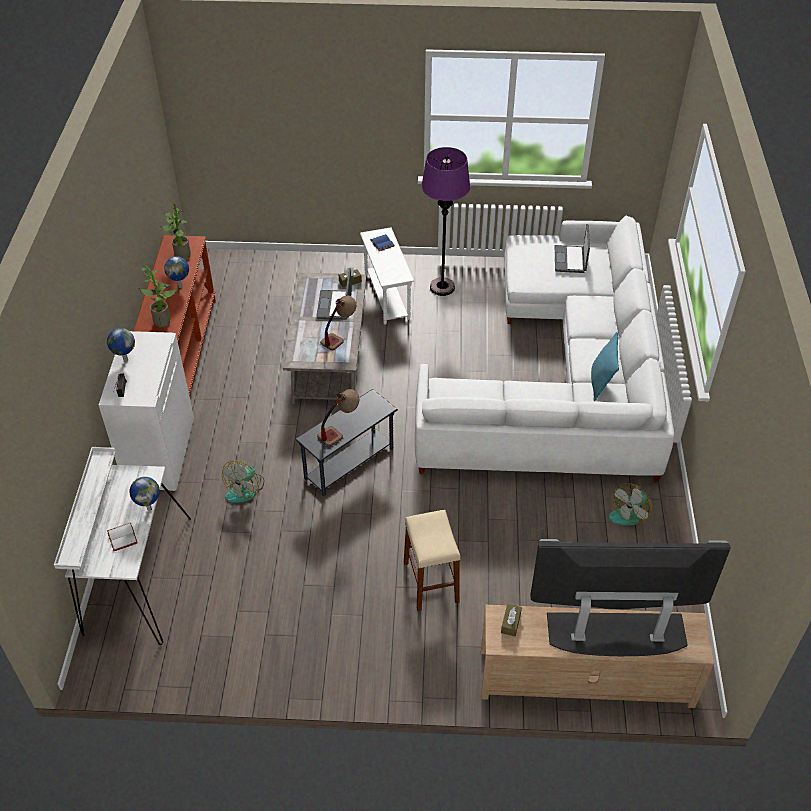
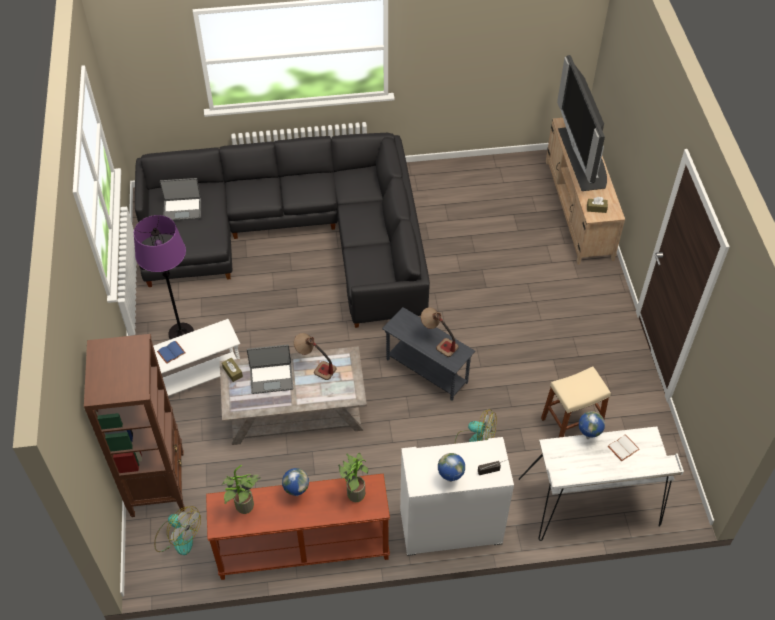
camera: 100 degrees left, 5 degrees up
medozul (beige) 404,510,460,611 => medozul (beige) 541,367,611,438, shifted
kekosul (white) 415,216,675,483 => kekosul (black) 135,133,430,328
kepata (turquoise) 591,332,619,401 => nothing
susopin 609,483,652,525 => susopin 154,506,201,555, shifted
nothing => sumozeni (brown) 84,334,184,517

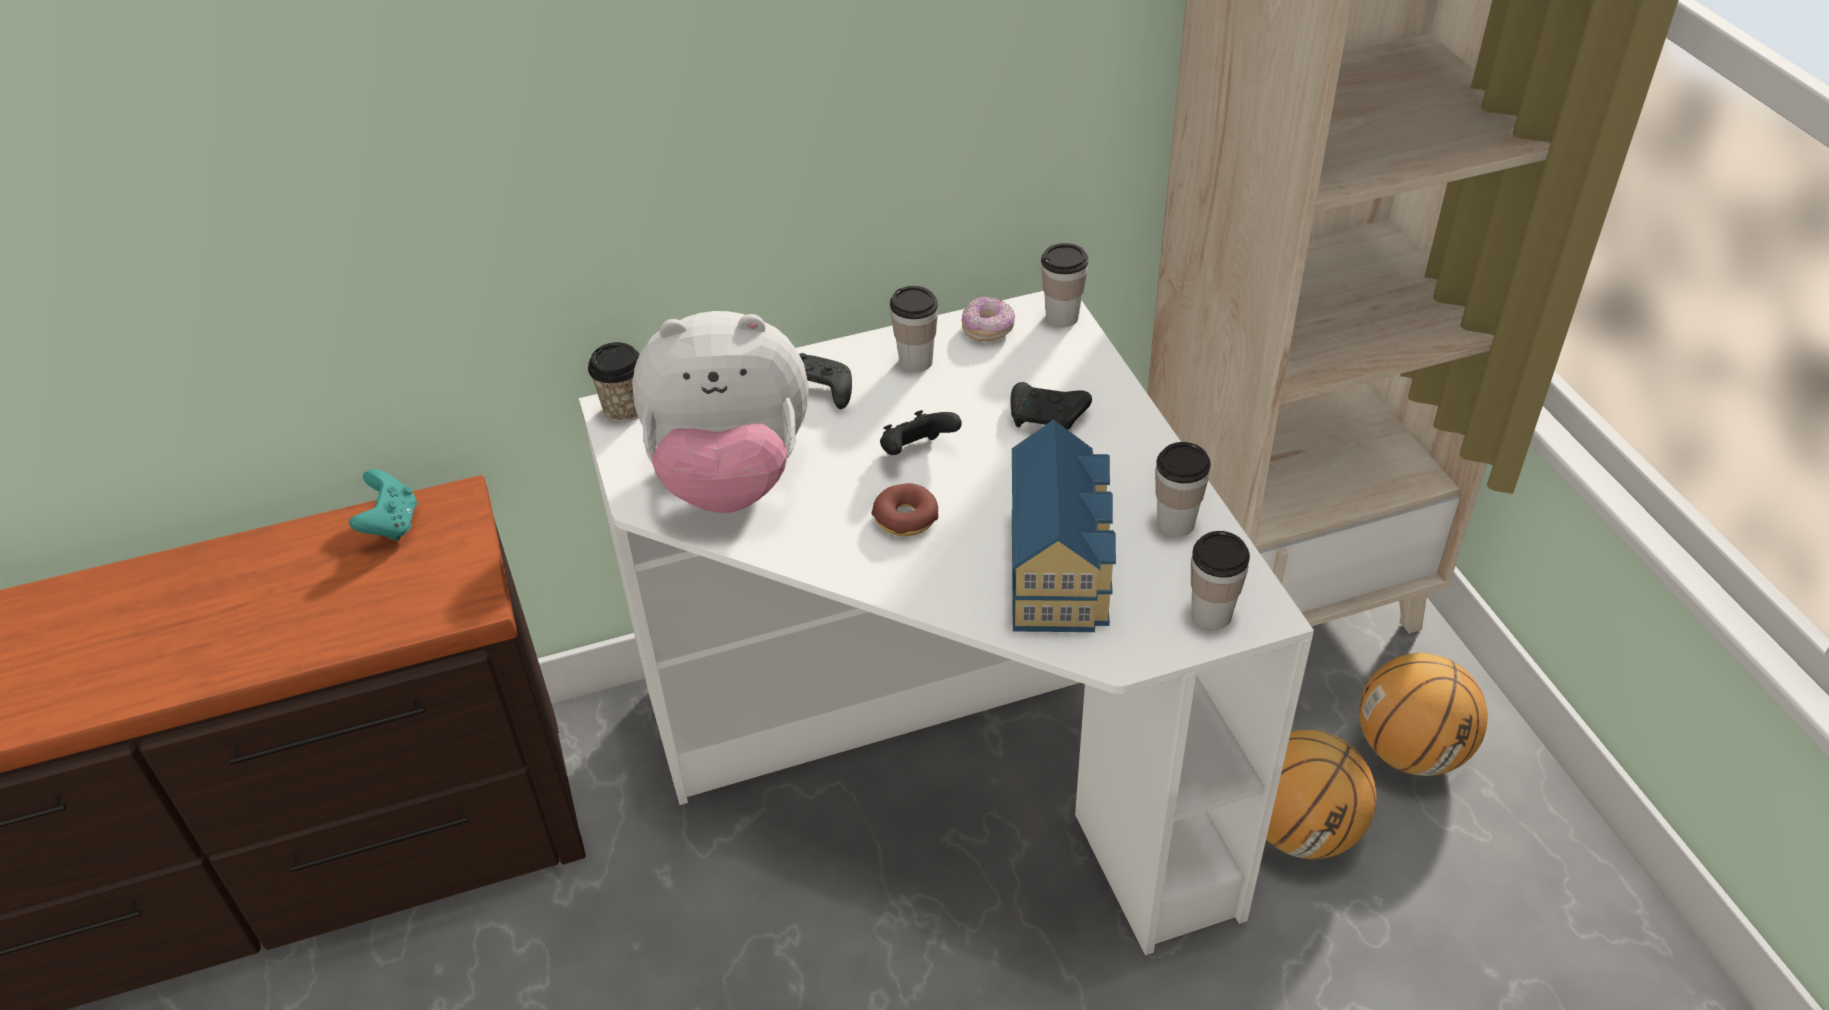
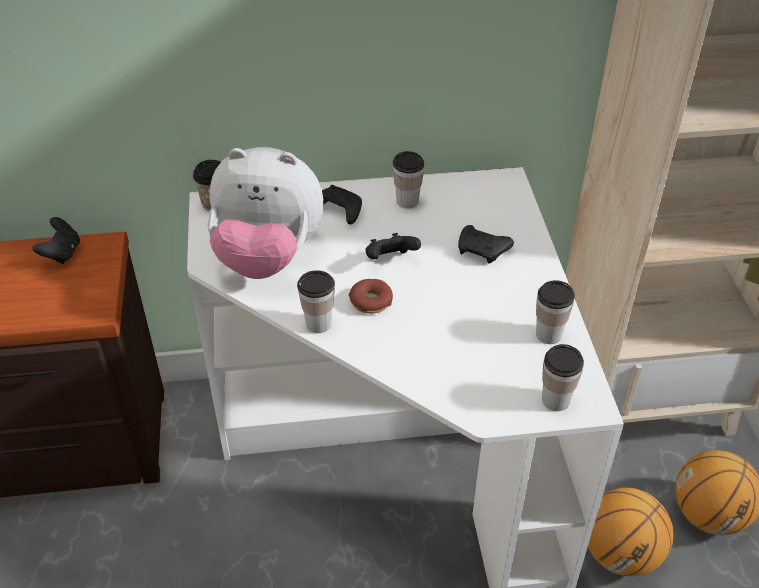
camera: 10 degrees right, 0 degrees up
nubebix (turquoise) 349,469,417,541 => nubebix (black) 33,217,80,264
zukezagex 961,297,1015,341 => nothing
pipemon 1012,419,1116,632 => nothing
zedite 1041,243,1089,328 => zedite 297,270,335,333, shifted

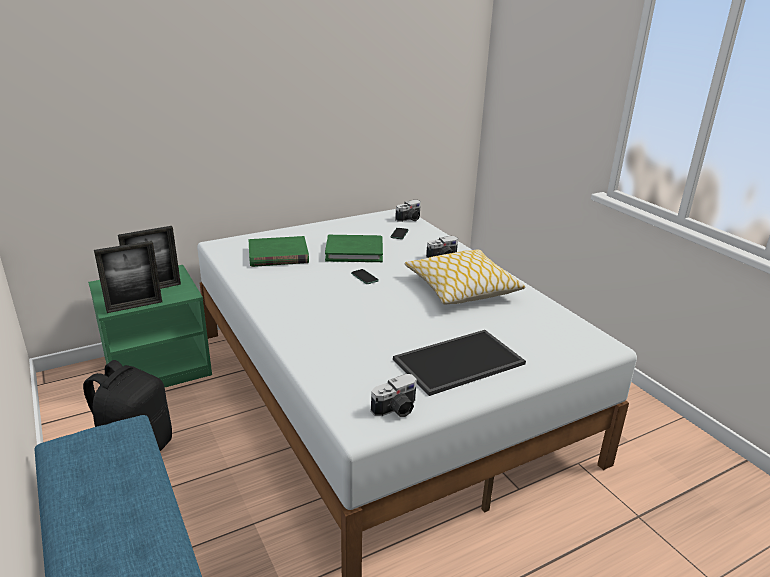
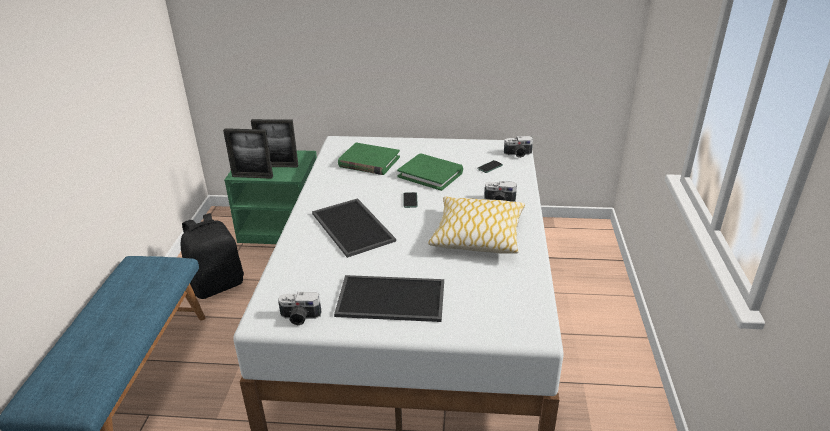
camera: 35 degrees right, 5 degrees up
nothing => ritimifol 312,198,396,258

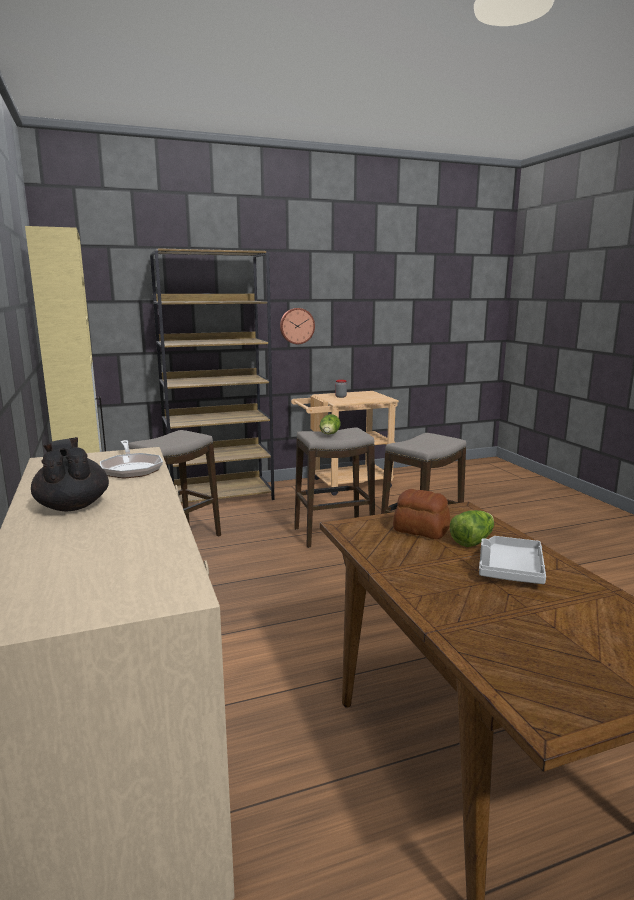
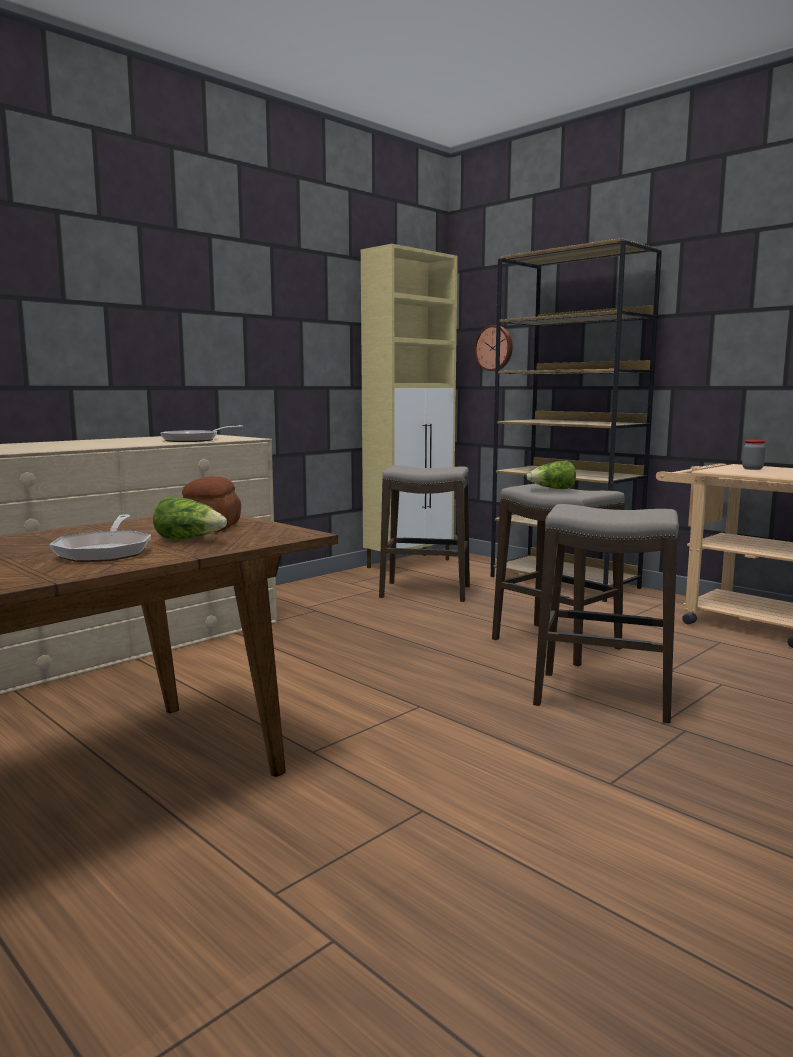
camera: 65 degrees right, 5 degrees down
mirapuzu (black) 31,437,109,512 => nothing
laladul 280,308,315,344 => laladul 474,325,513,371, shifted
ritimifol (grey) 479,536,546,584 => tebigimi 50,514,151,562

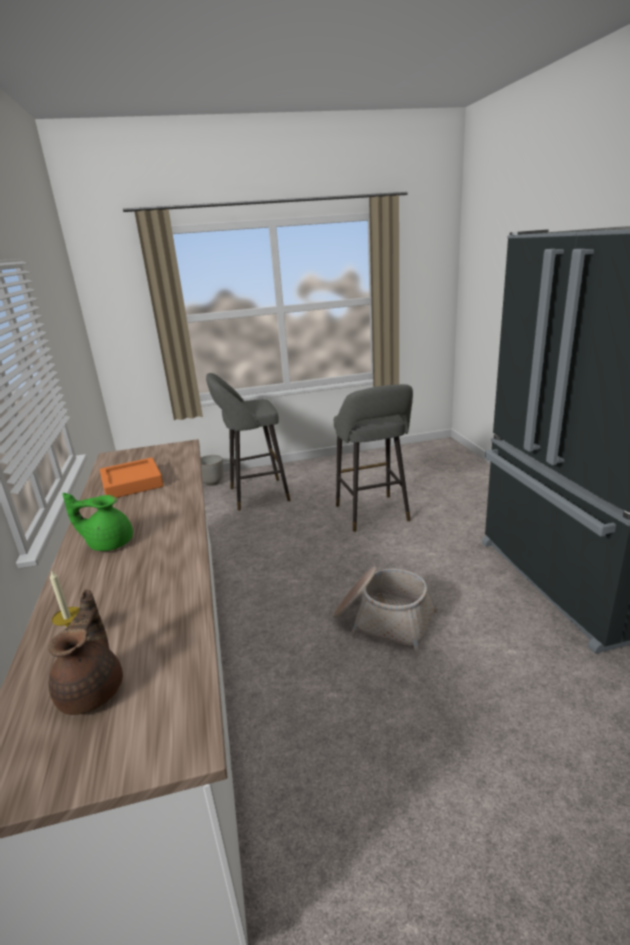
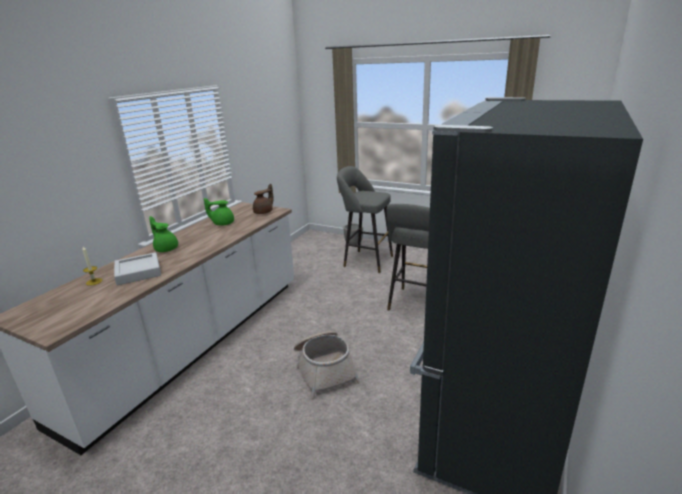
camera: 40 degrees right, 0 degrees up
mirapuzu (brown) 48,589,123,715 => mirapuzu (brown) 253,184,273,214, shifted
ritimifol (orange) 100,457,164,498 => mirapuzu (green) 204,198,234,225
nothing => ritimifol (grey) 114,252,161,285

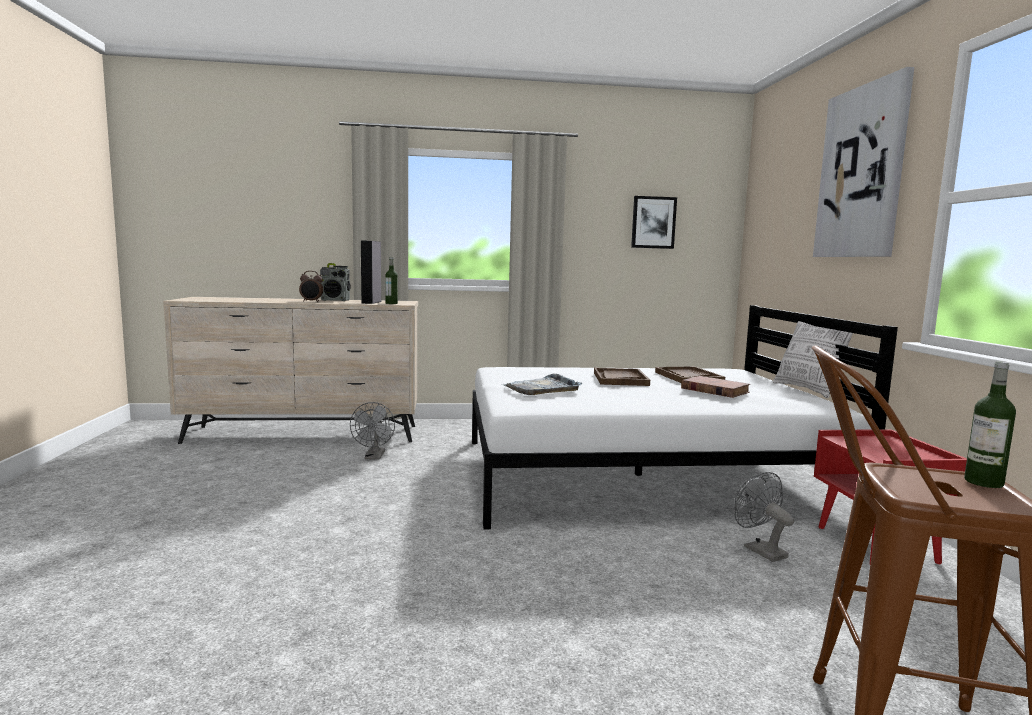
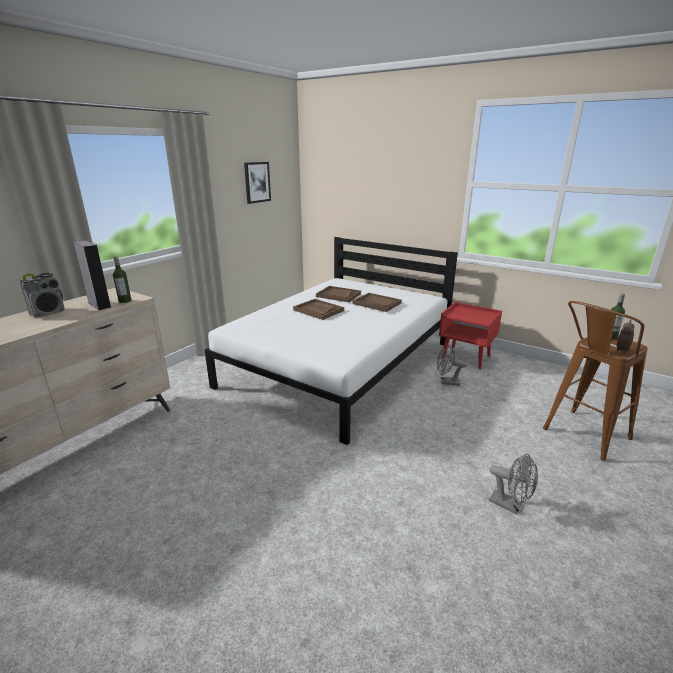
camera: 50 degrees left, 15 degrees up
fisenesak 299,271,323,302 => fisenesak 617,320,634,354, shifted
susopin (grey) 350,402,395,460 => susopin (grey) 489,454,538,514, shifted
ritimifol (grey) 502,374,583,395 => nothing
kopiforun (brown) 681,376,750,398 => ritimifol (brown) 353,293,402,312
kepata 773,321,853,398 => nothing
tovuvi 813,67,914,257 => nothing

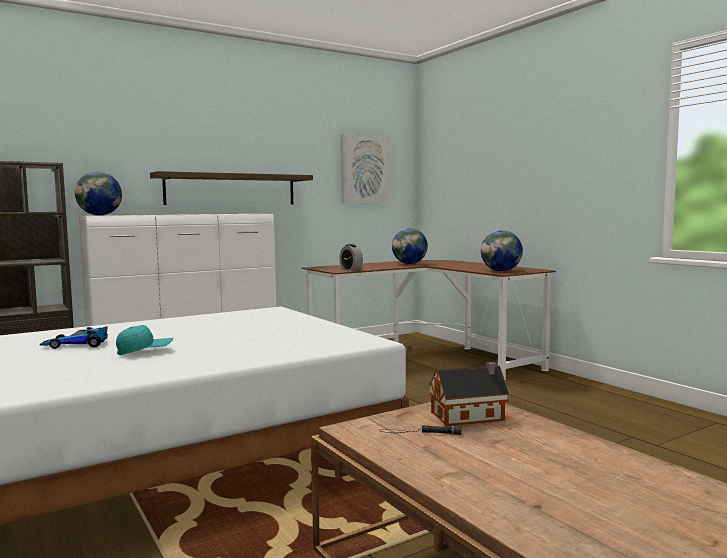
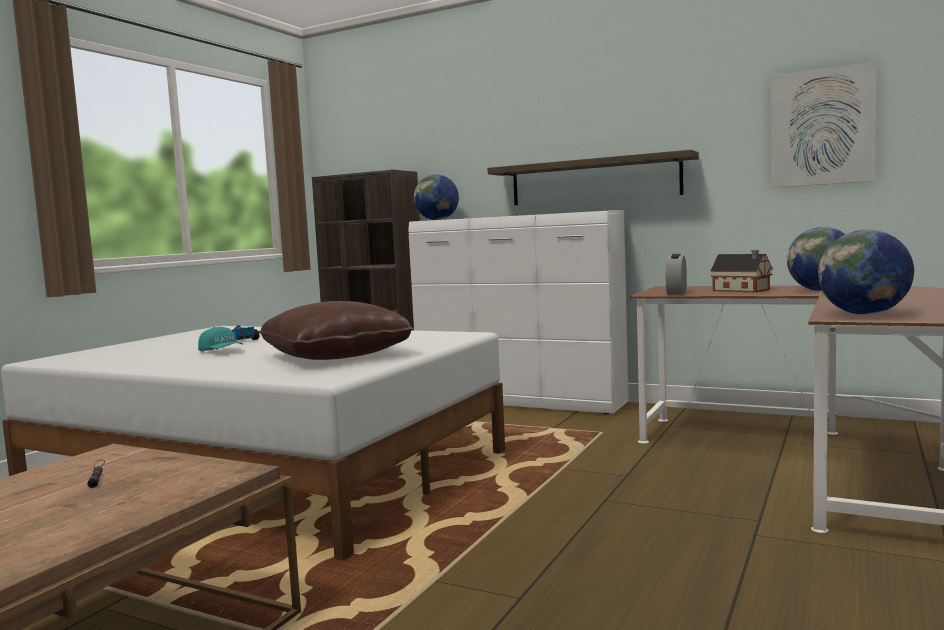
camera: 60 degrees right, 0 degrees up
pipemon 429,362,510,426 => pipemon 710,250,773,292, shifted
nothing => kepata (brown) 259,301,414,360

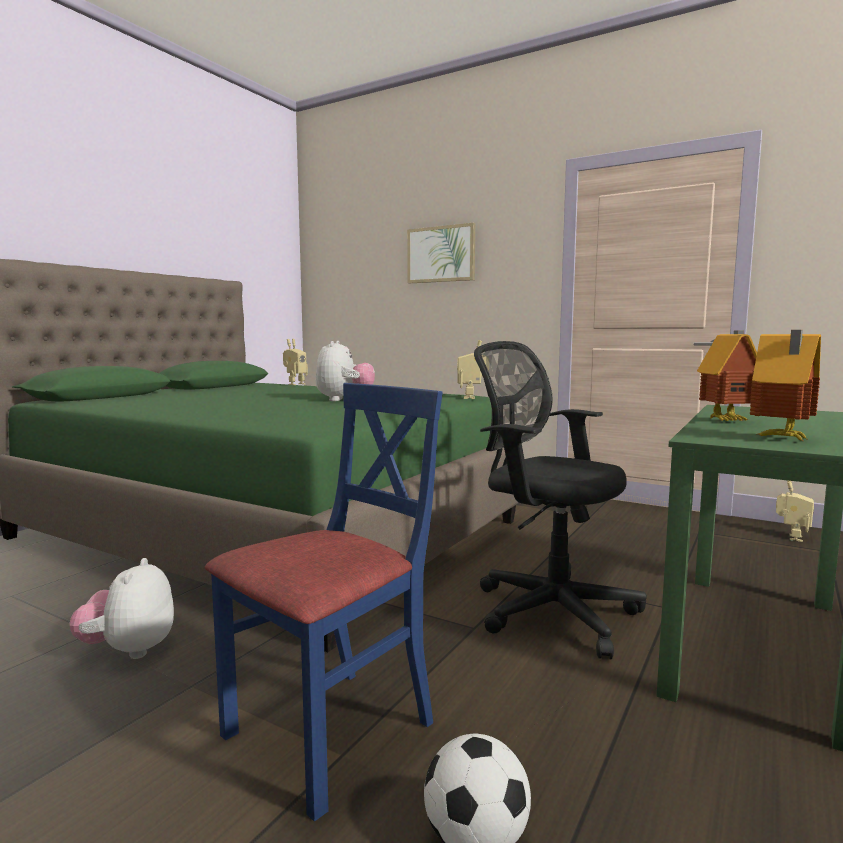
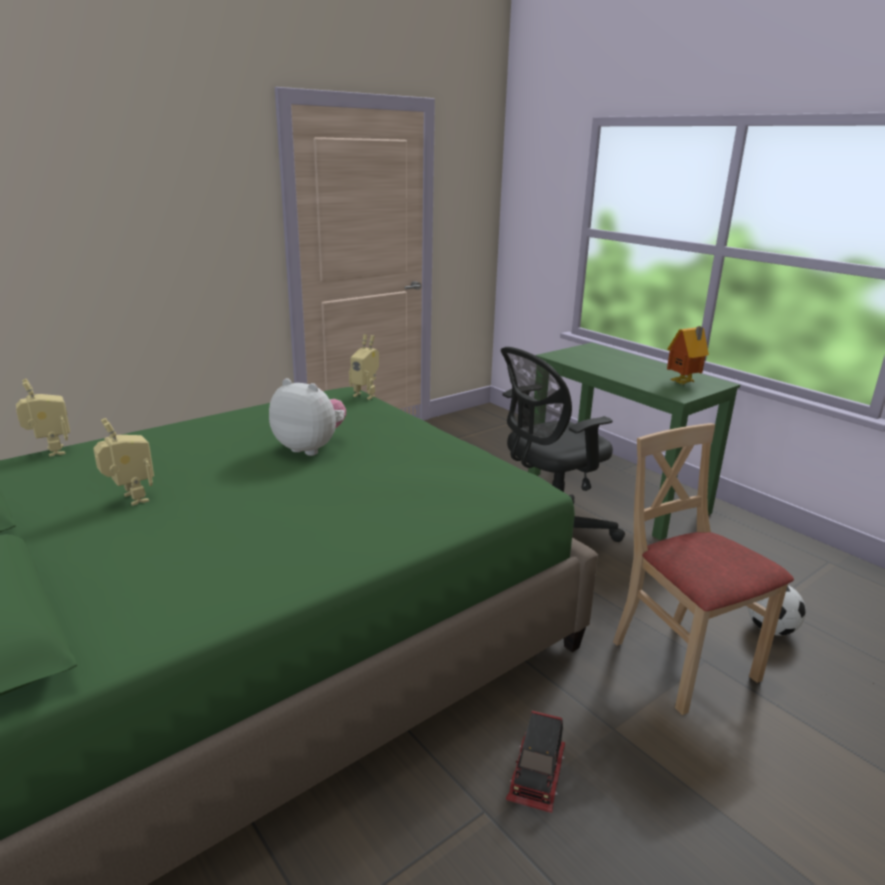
camera: 70 degrees left, 15 degrees up
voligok 69,558,174,659 => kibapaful 506,711,565,813
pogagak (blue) 205,383,443,821 => pogagak (beige) 613,423,794,715
tovuvi 407,223,475,283 => nothing
pipemon 697,330,757,421 => nothing
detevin 776,481,814,542 => detevin 93,418,154,506, shifted

